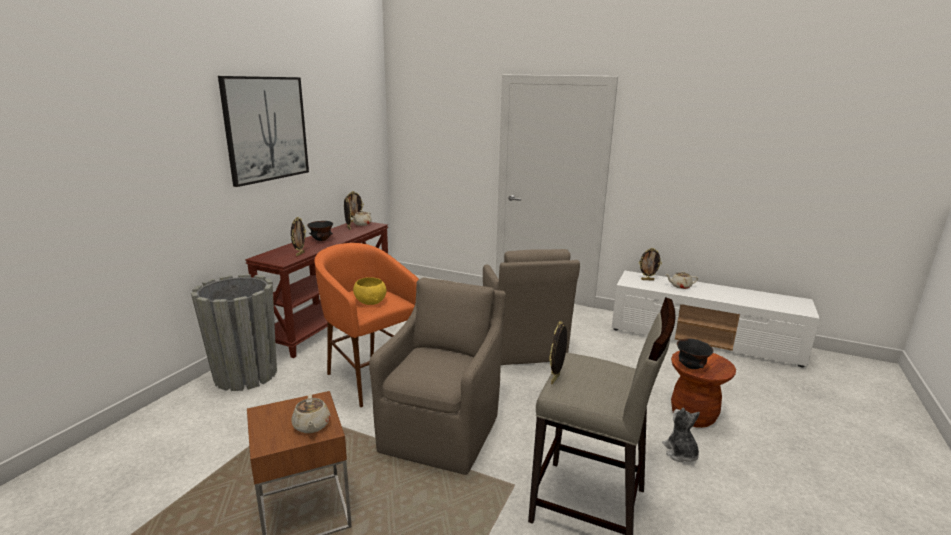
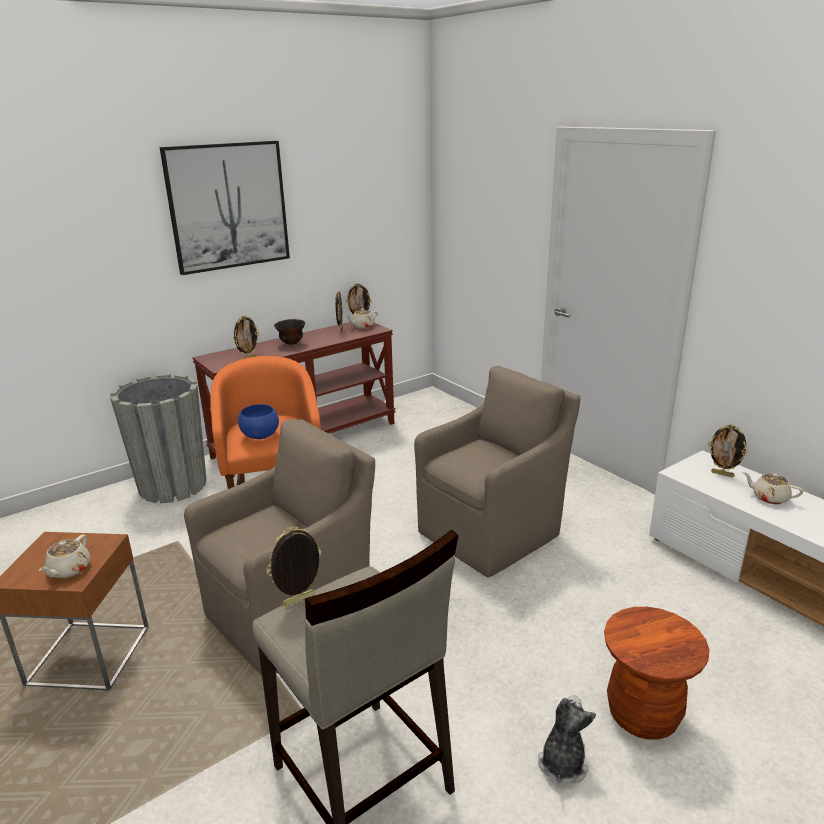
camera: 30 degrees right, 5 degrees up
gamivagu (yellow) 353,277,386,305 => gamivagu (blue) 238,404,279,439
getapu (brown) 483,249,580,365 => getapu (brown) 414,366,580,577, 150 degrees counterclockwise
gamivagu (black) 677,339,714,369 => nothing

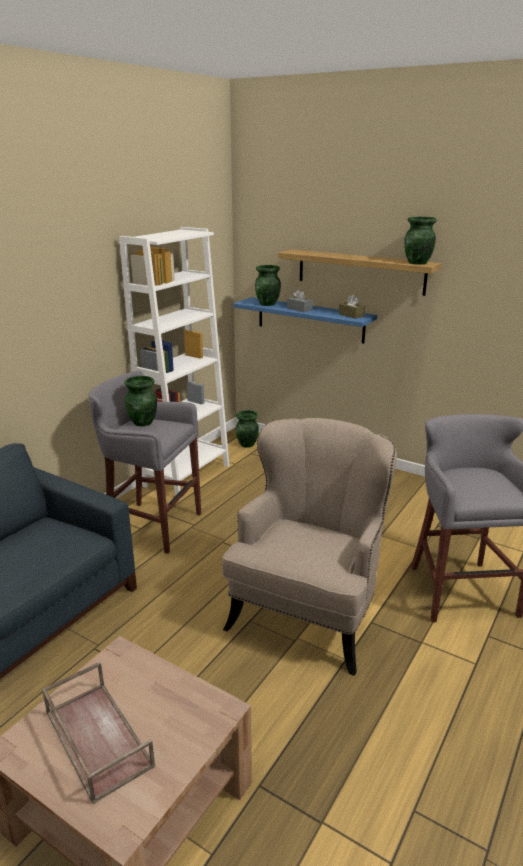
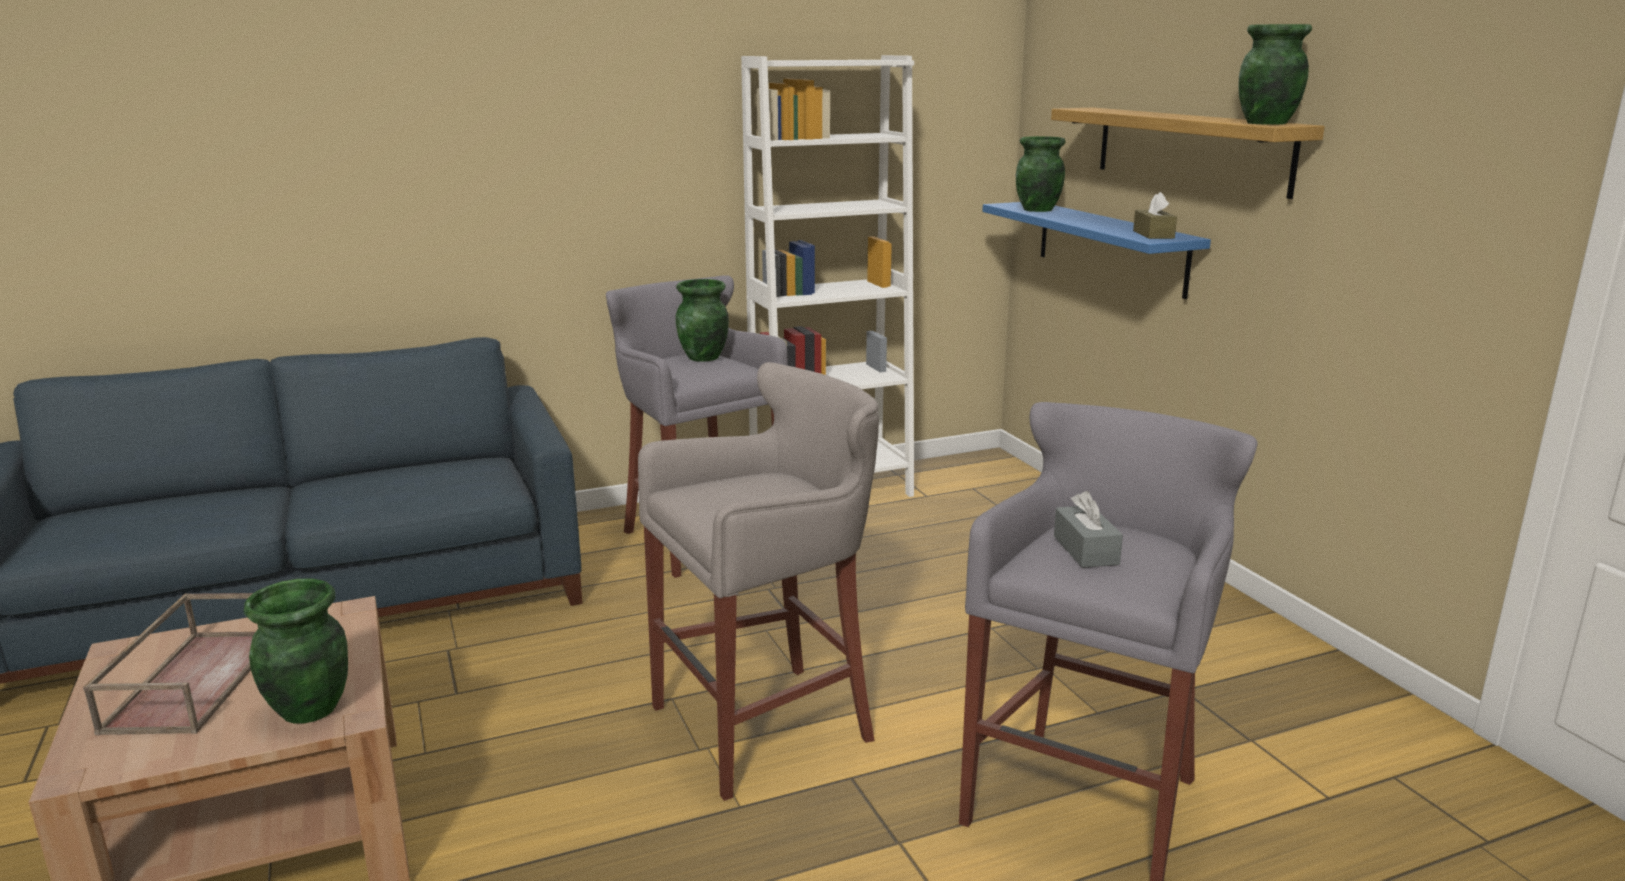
camera: 35 degrees right, 5 degrees down
getapu (beige) 222,418,397,676 => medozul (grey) 638,362,879,801
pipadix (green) 235,410,259,448 => pipadix (green) 244,579,348,724, shifted
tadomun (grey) 287,289,313,312 => tadomun (grey) 1054,491,1123,568, shifted

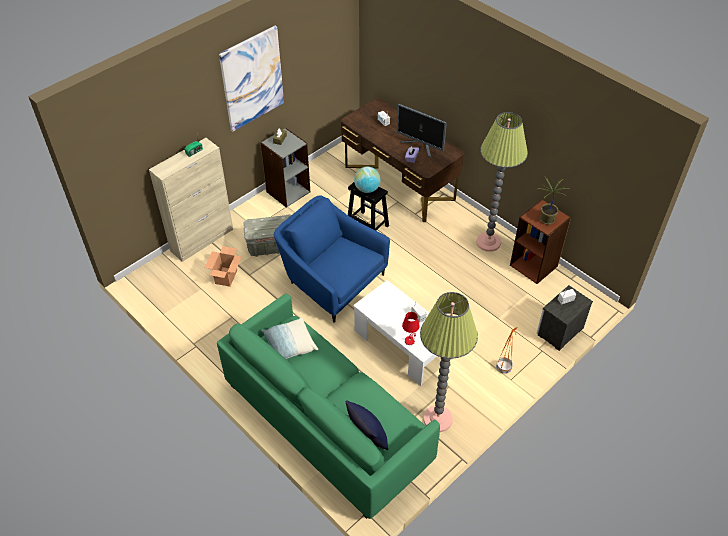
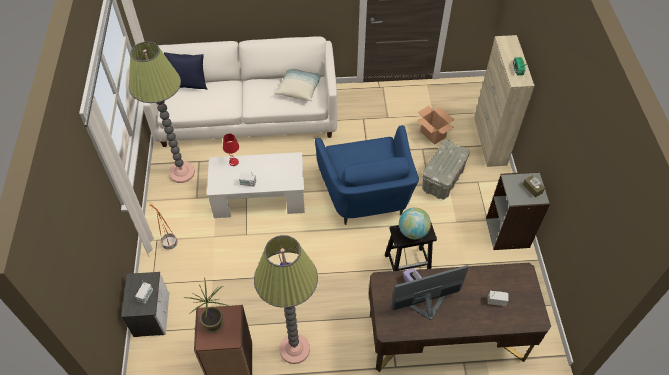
camera: 130 degrees right, 5 degrees up
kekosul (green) 217,294,440,519 => kekosul (white) 143,36,337,147
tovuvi 219,26,284,132 => nothing
getapu (blue) 274,195,390,323 => getapu (blue) 315,125,419,225, 90 degrees clockwise

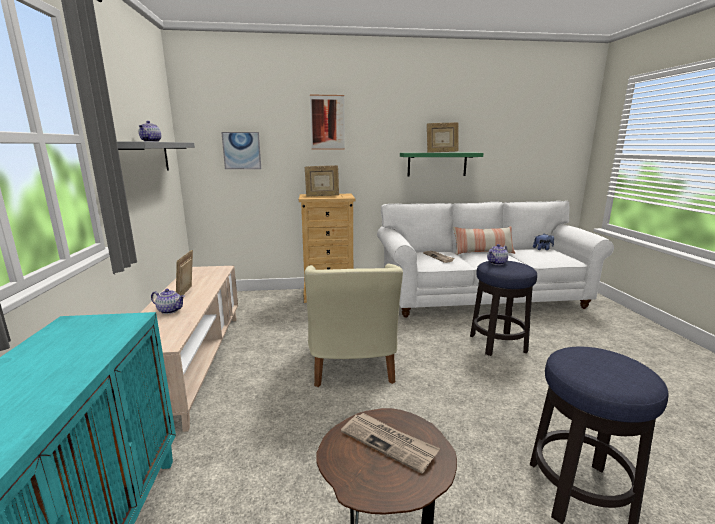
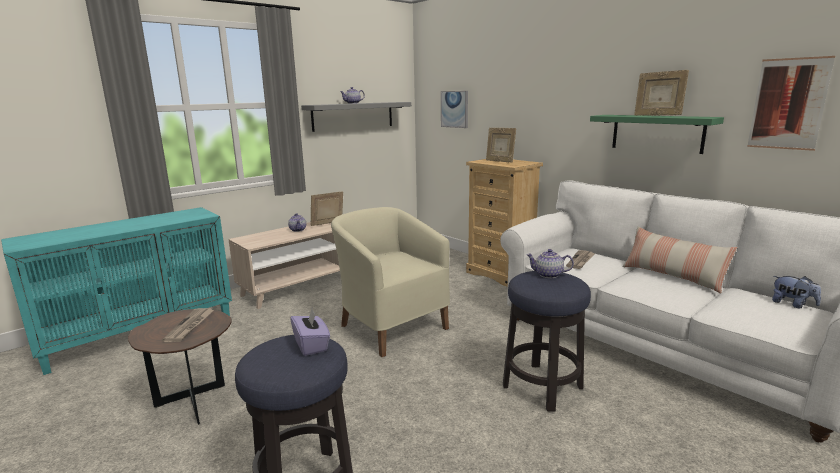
camera: 55 degrees right, 0 degrees up
getapu (beige) 304,263,403,387 => getapu (beige) 331,207,450,357, 90 degrees clockwise
tovuvi 310,95,345,150 => tovuvi 747,56,835,151, shifted
nothing => tadomun (purple) 290,309,330,356

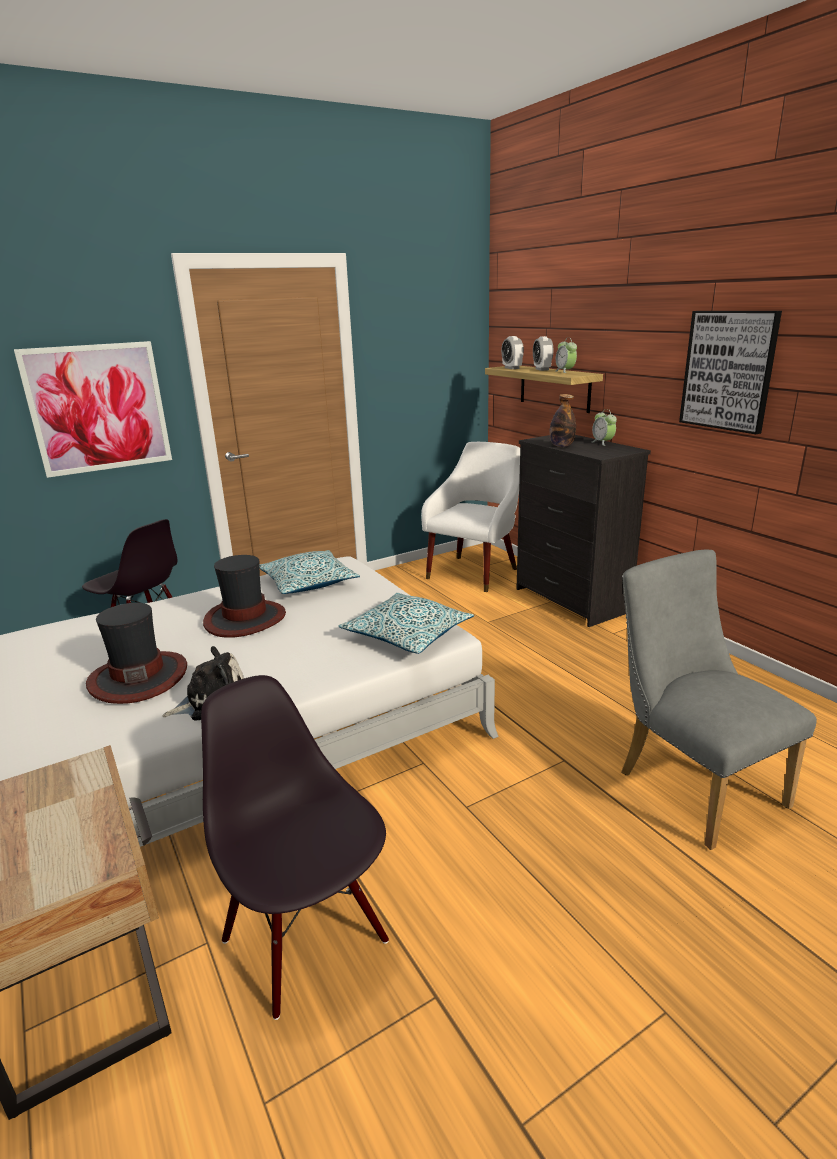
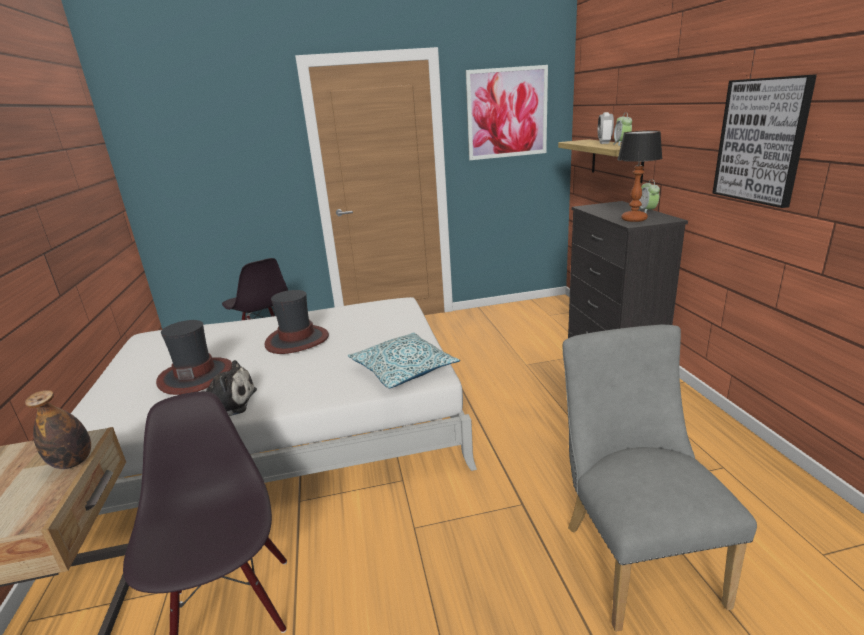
camera: 20 degrees right, 0 degrees up
tovuvi 14,341,172,478 => tovuvi 466,65,548,160, shifted
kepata 259,550,360,594 => nothing
getapu (white) 421,442,520,592 => nothing
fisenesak 501,336,524,369 => nothing
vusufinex 550,394,576,447 => vusufinex 25,390,91,469, shifted
nothing => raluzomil 617,130,662,222

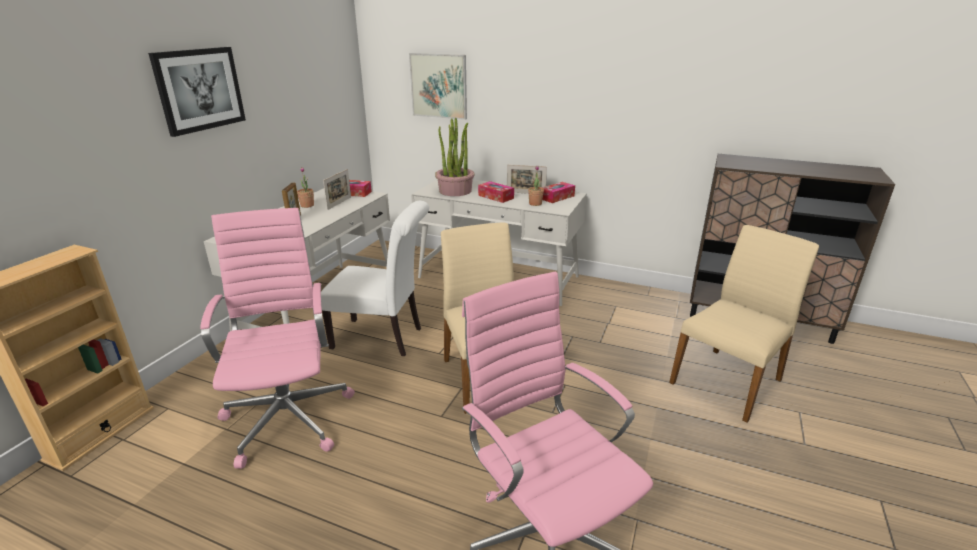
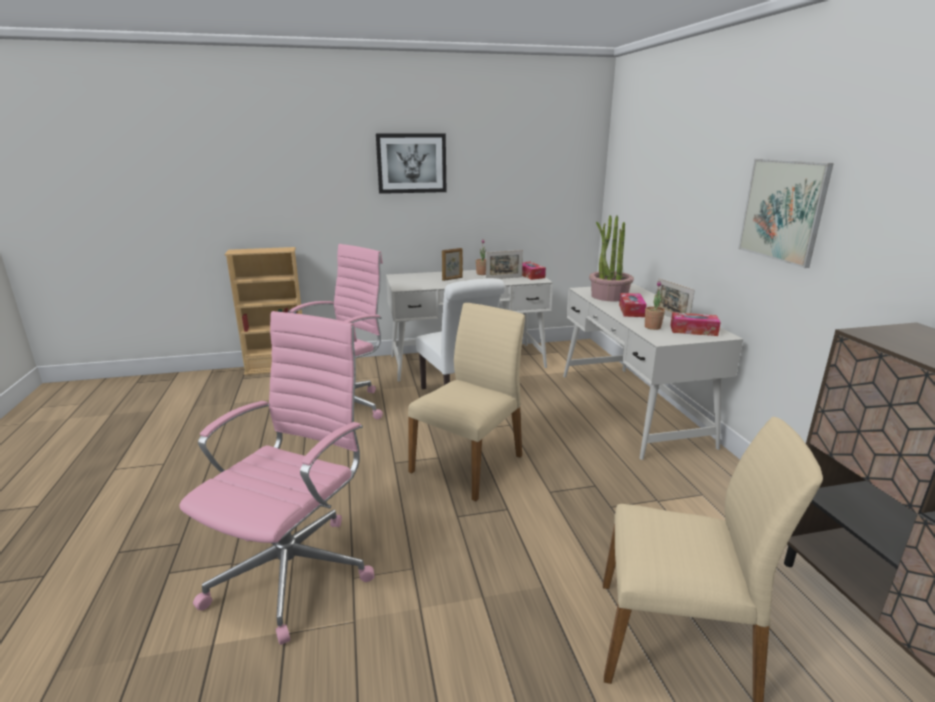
camera: 55 degrees right, 5 degrees down
tovuvi 409,53,467,120 => tovuvi 738,159,834,268, shifted

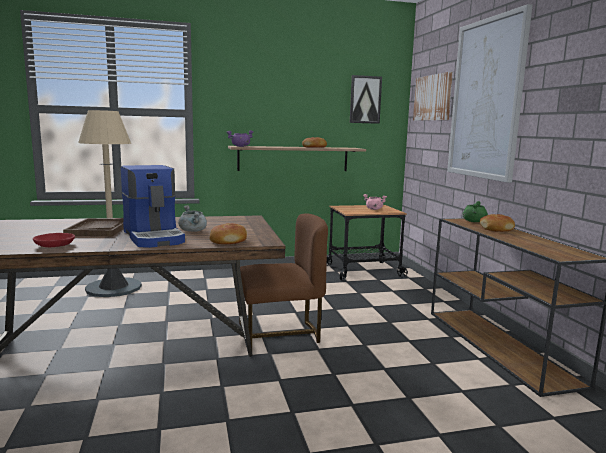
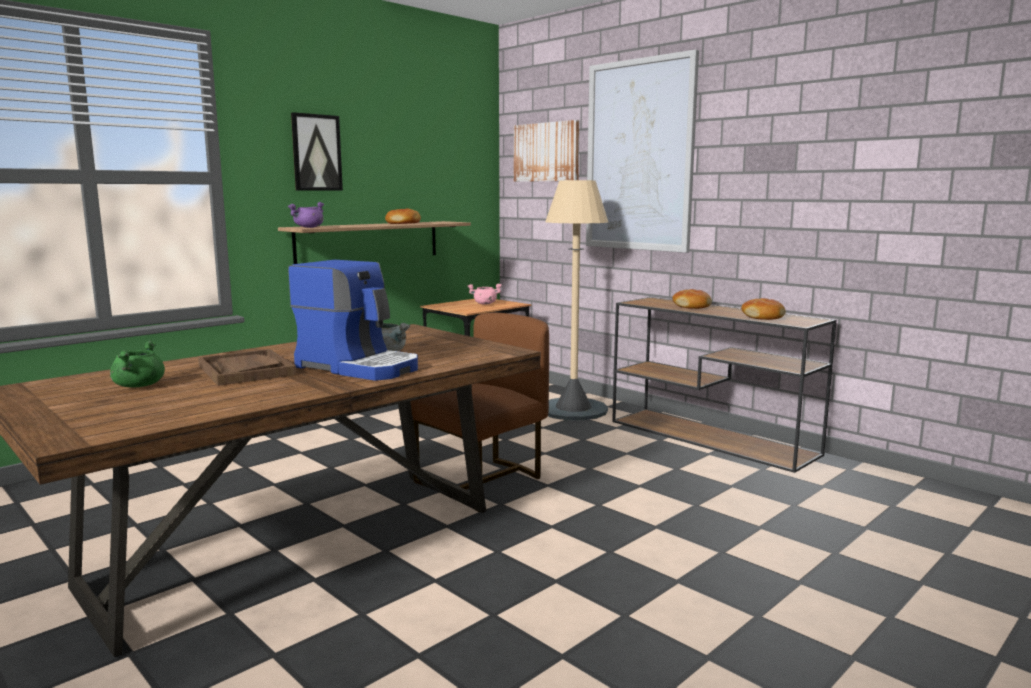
camera: 30 degrees left, 0 degrees up
gamivagu (red) 33,233,75,247 => nothing
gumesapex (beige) 78,110,142,297 => gumesapex (beige) 545,180,608,421, shifted
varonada 209,223,247,244 => varonada 741,298,786,320, shifted
tovuvi 350,75,382,124 => tovuvi 291,112,343,191, shifted
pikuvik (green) 463,201,488,222 => pikuvik (green) 110,341,165,387, shifted

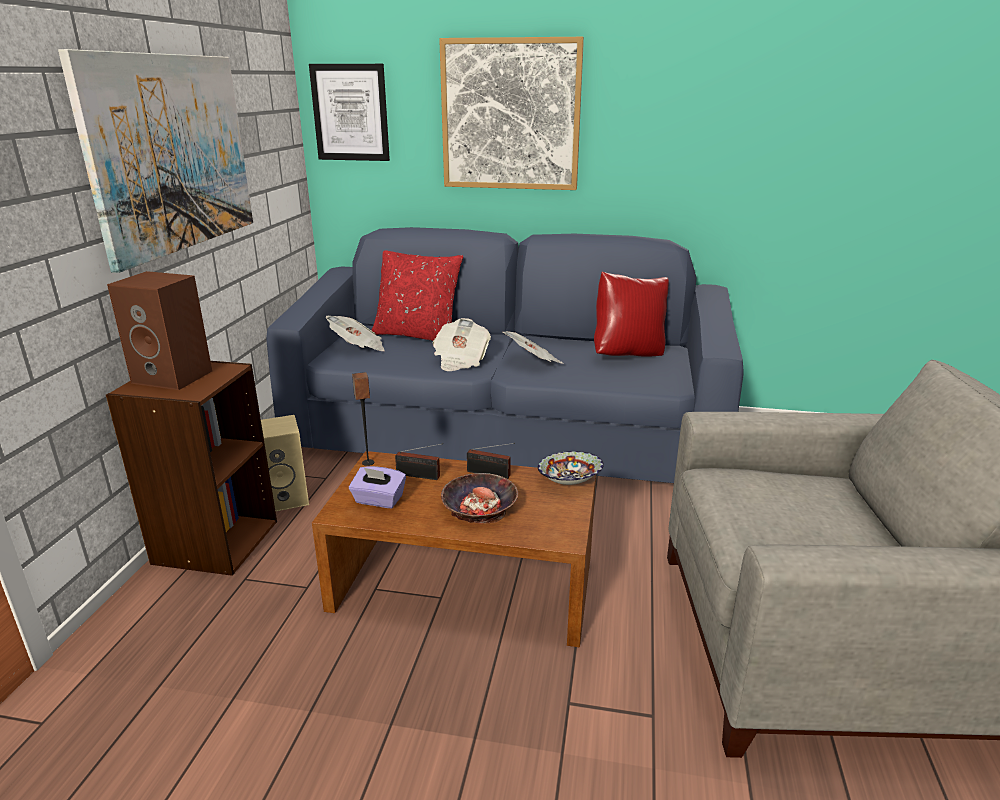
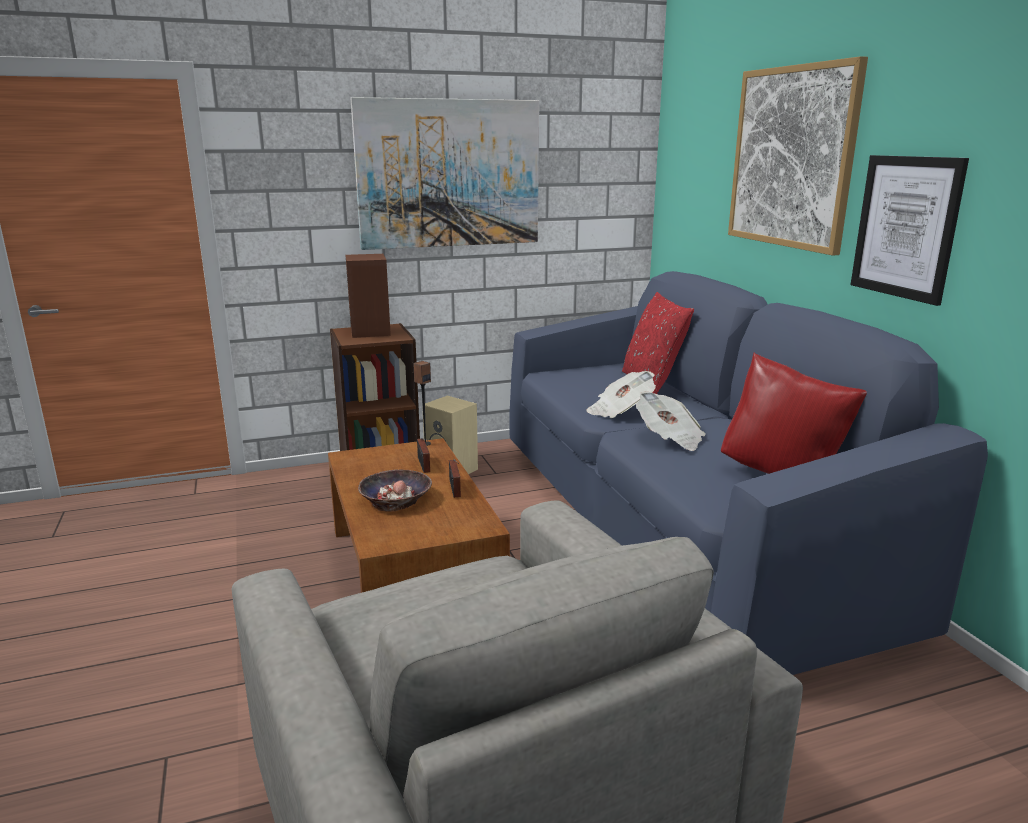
camera: 60 degrees right, 5 degrees down
tovuvi 309,64,390,161 => tovuvi 851,155,969,306, shifted
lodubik 326,316,384,351 => nothing
tadomun (purple) 349,466,406,508 => nothing
gamivagu 538,451,604,485 => nothing

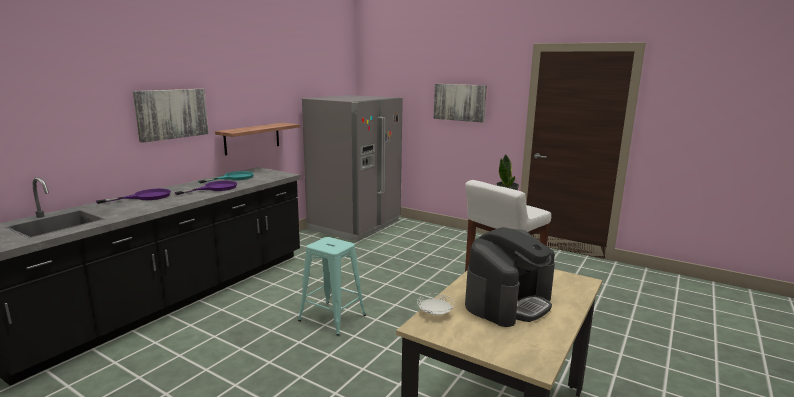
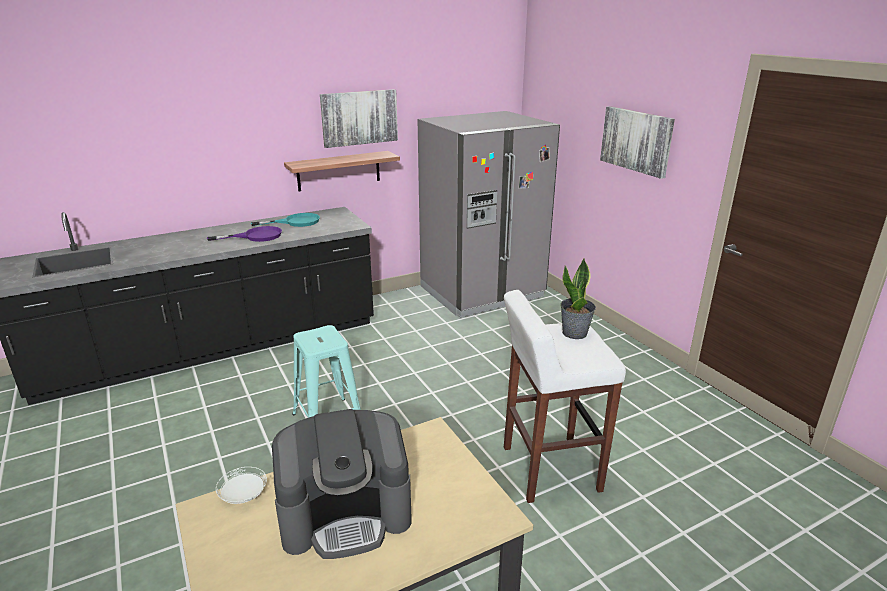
camera: 30 degrees right, 10 degrees up
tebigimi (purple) 96,188,171,204 => nothing
tovuvi 133,89,209,143 => tovuvi 320,89,398,148, shifted

